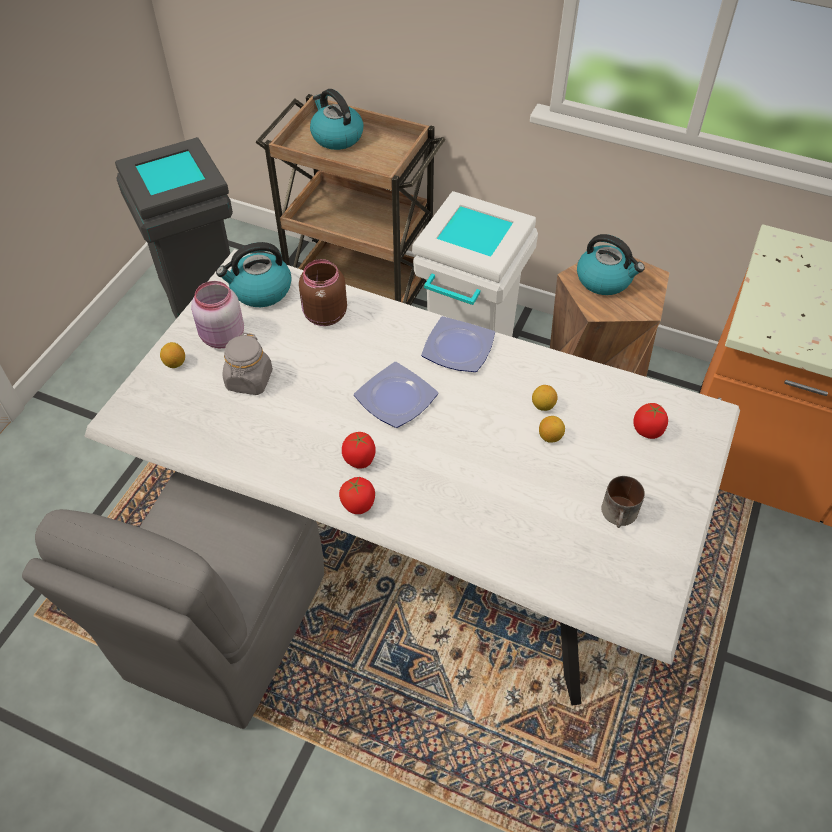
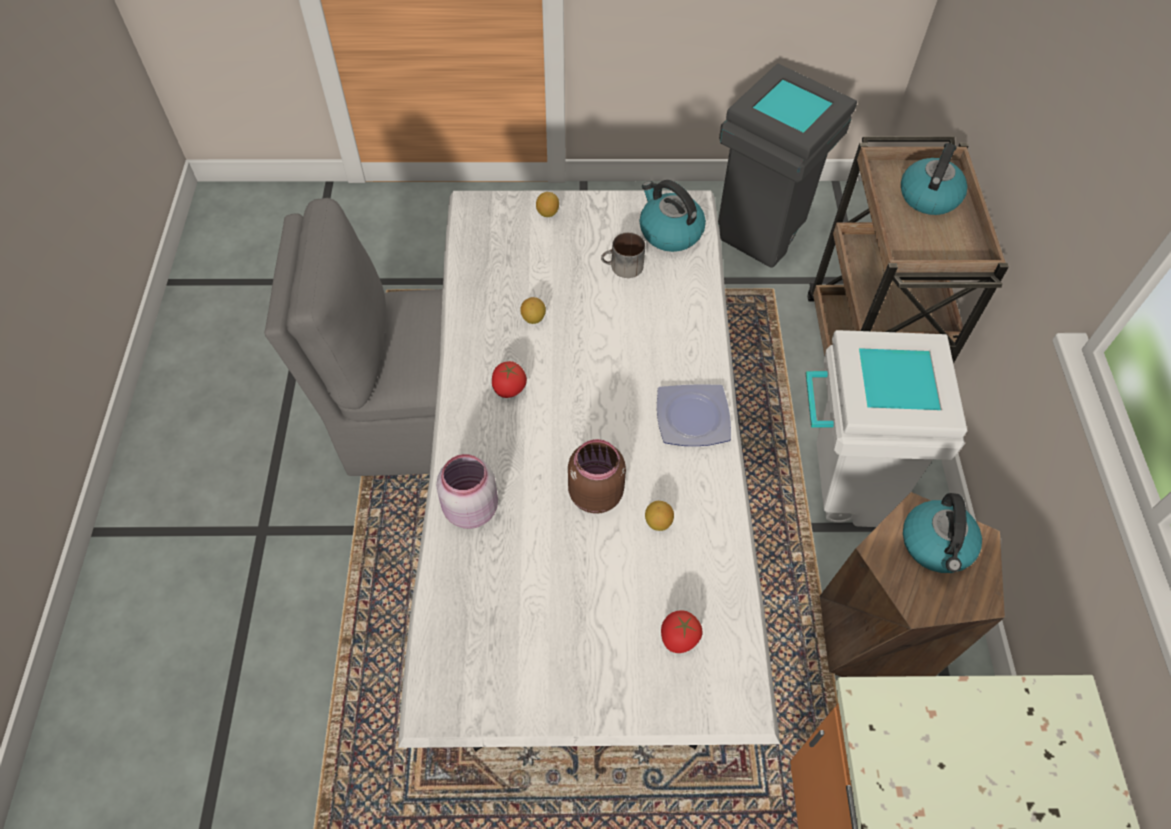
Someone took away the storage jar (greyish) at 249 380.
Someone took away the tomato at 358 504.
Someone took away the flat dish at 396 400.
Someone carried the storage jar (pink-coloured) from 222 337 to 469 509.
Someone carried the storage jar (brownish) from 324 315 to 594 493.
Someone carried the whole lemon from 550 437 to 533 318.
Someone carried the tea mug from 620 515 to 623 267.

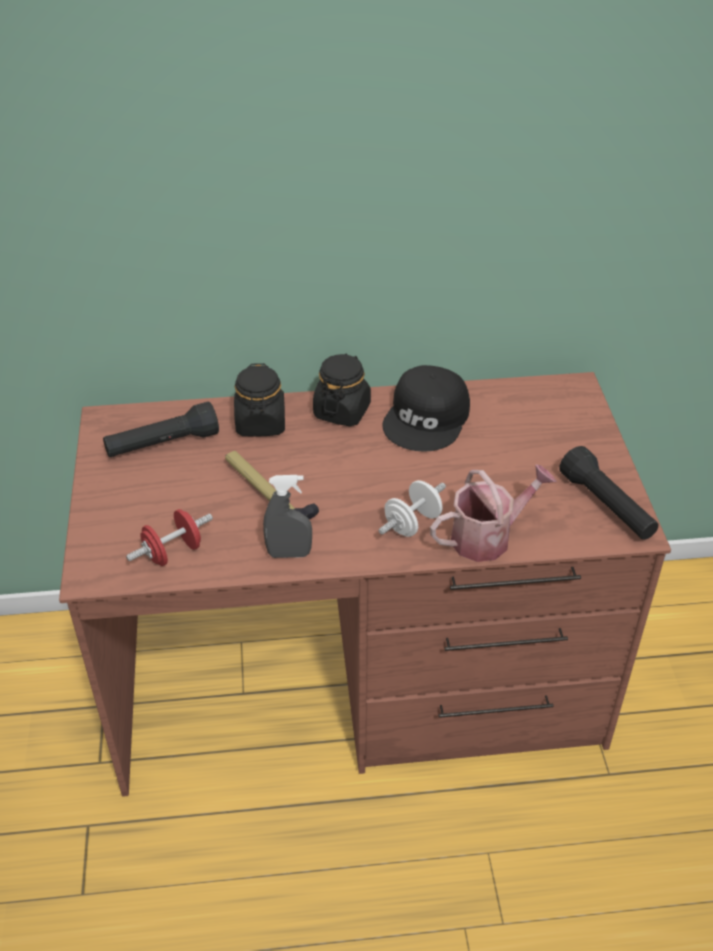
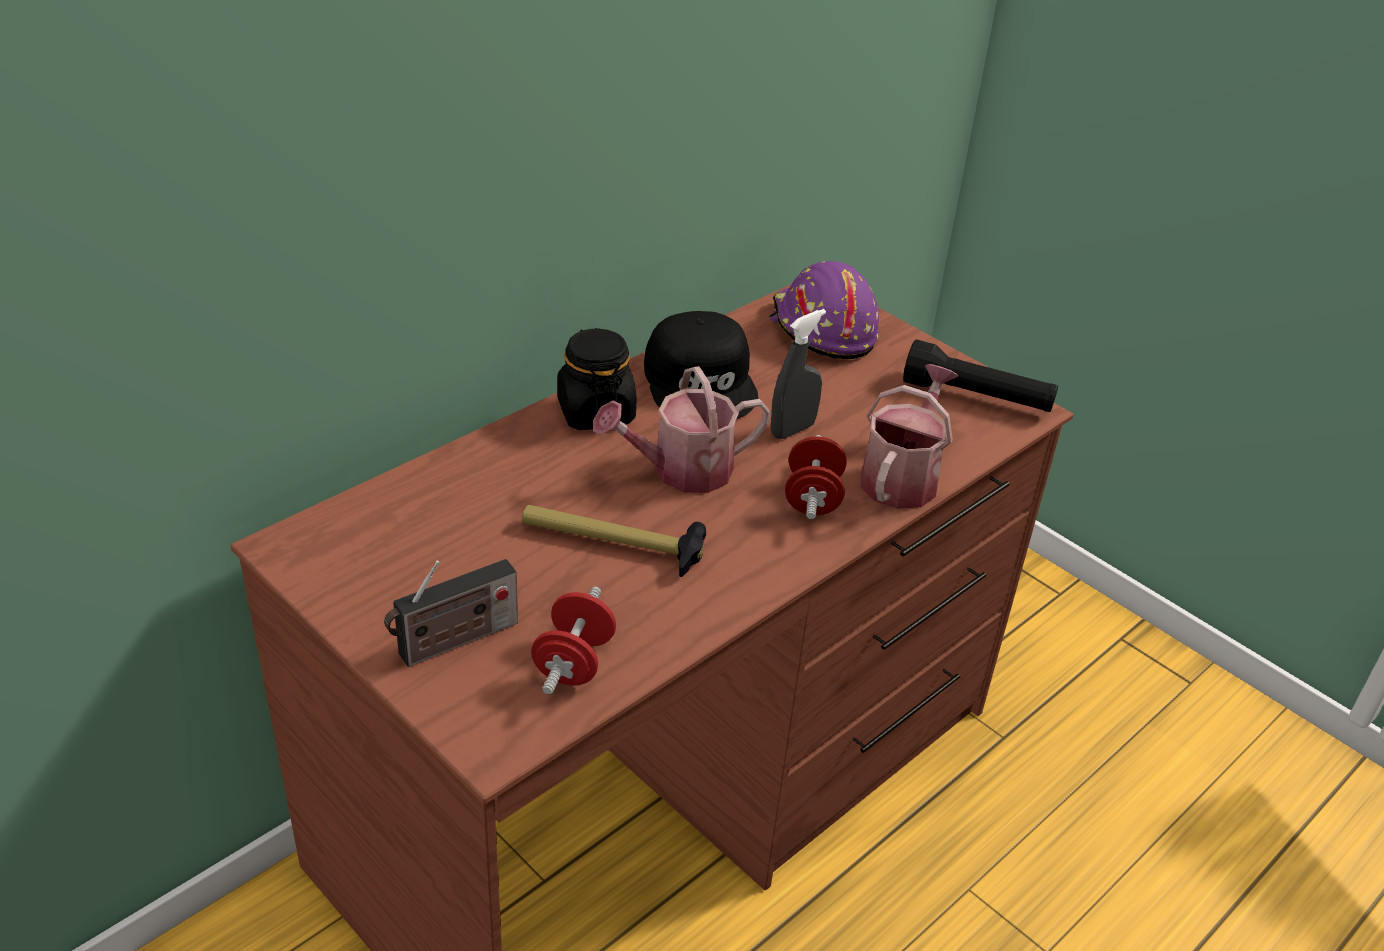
Someone took away the flashlight (blackish) at 162 444.
Someone took away the storage jar (blackish) at 261 423.
Someone put down the radio receiver at 454 642.
Someone put down the watering can at 681 471.
Someone put down the safety helmet (purple-coloured) at 821 329.
Someone carried the hand sprayer (greyish) from 289 554 to 792 430.
Someone repainted the free weight (whitish) at 412 523, which became the free weight (red) at 812 498.

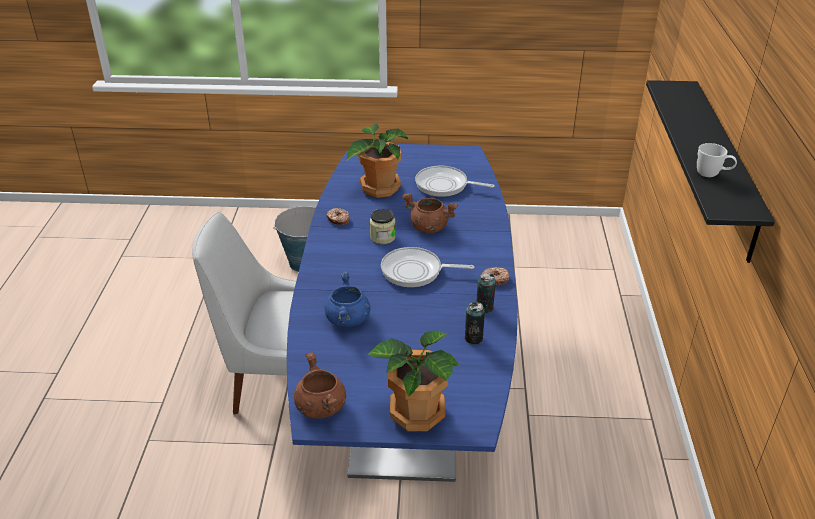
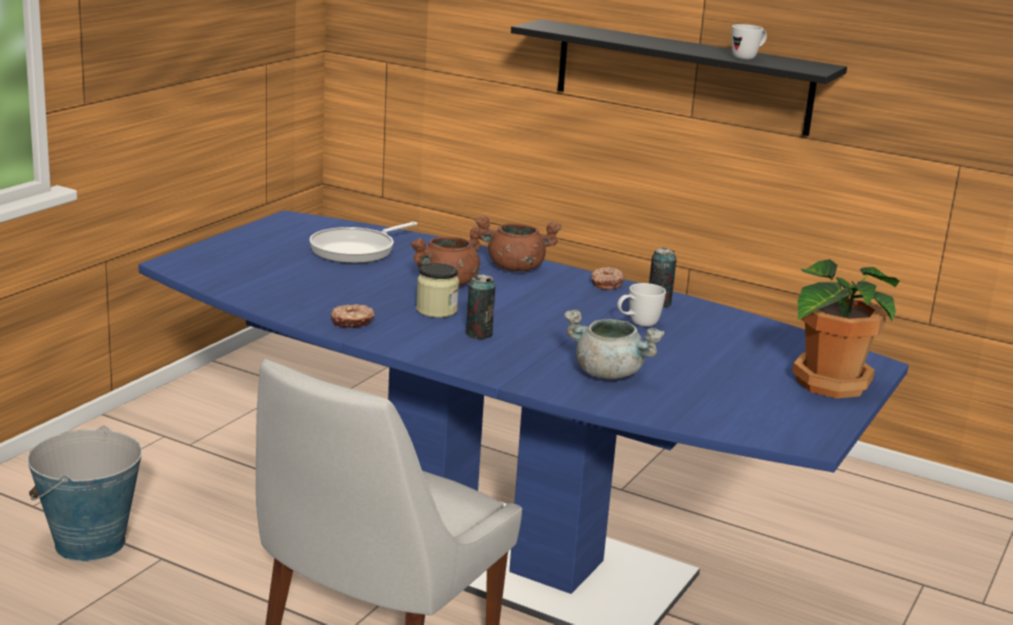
Someone took away the plant in a pot at 378 188.
Someone took away the pan at 415 271.
Someone put down the tea mug (whitish) at 637 324.
Someone carried the cooking pot (brownish) from 320 407 to 515 268.
Someone carried the metal can from 473 338 to 479 334.
Someone repainted the cooking pot (blue) at 348 319, which became the cooking pot (greyish) at 609 373.

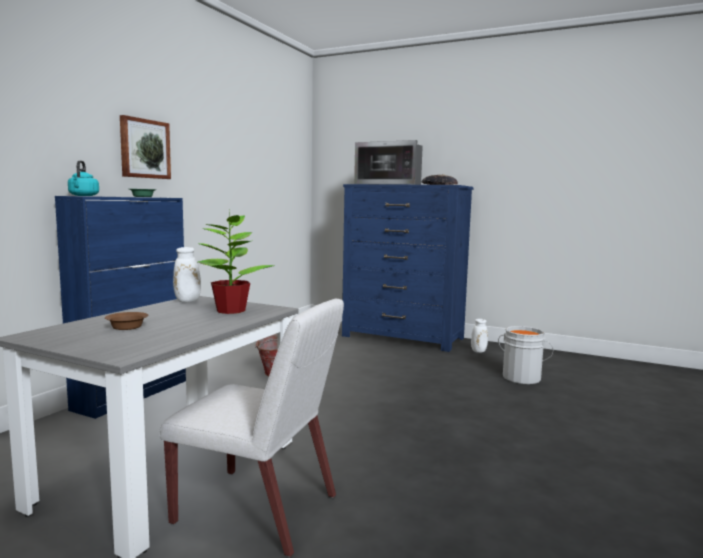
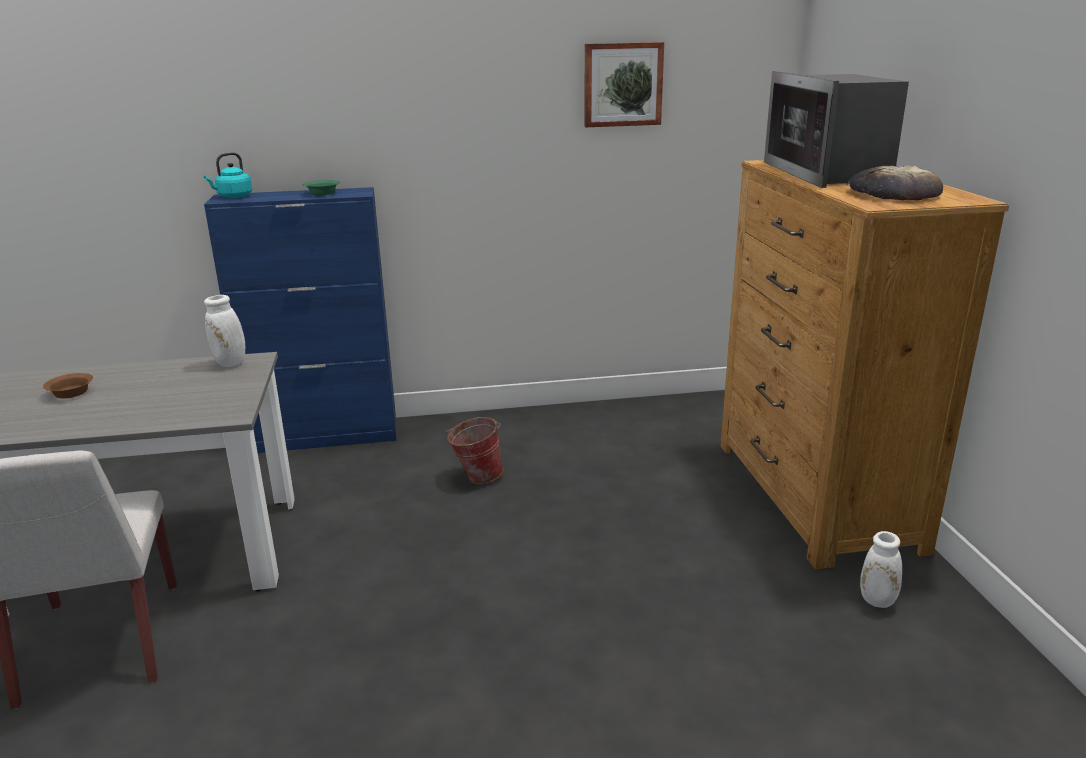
Someone took away the plant in a pot at 231 310.
Someone took away the water bucket (greyish) at 522 377.
Someone carried the wall art from 144 149 to 622 84.
Someone repainted the drawer chest (blue) at 403 337, which became the drawer chest (brownish) at 814 495.

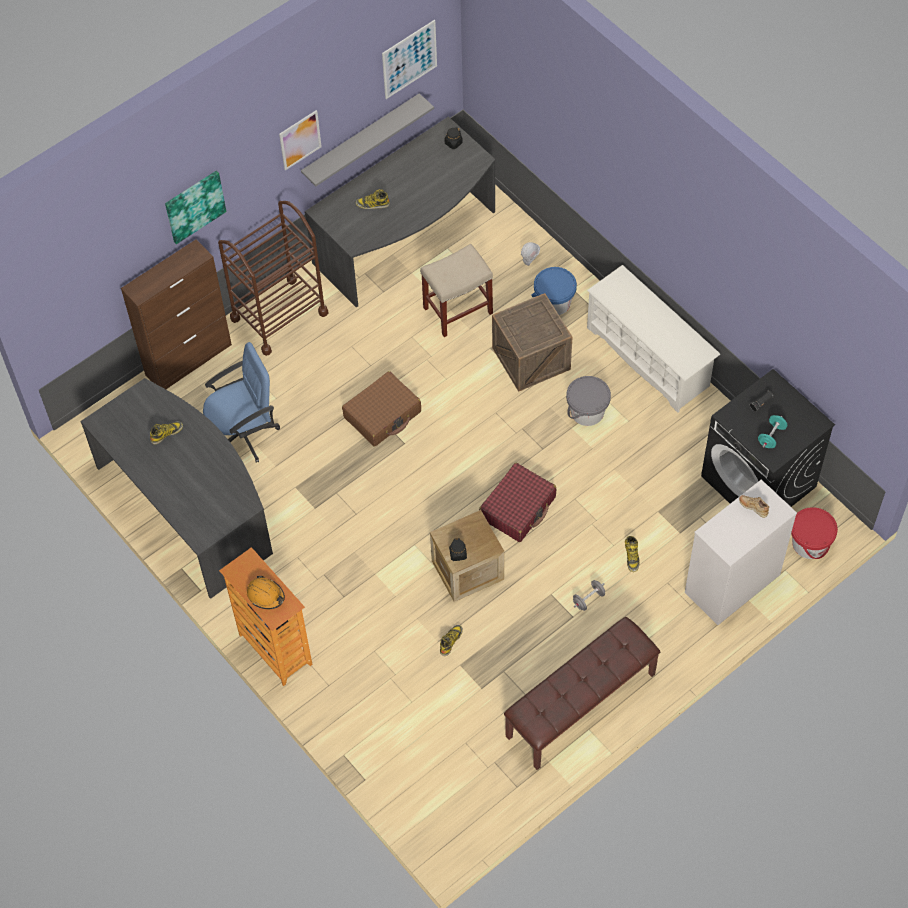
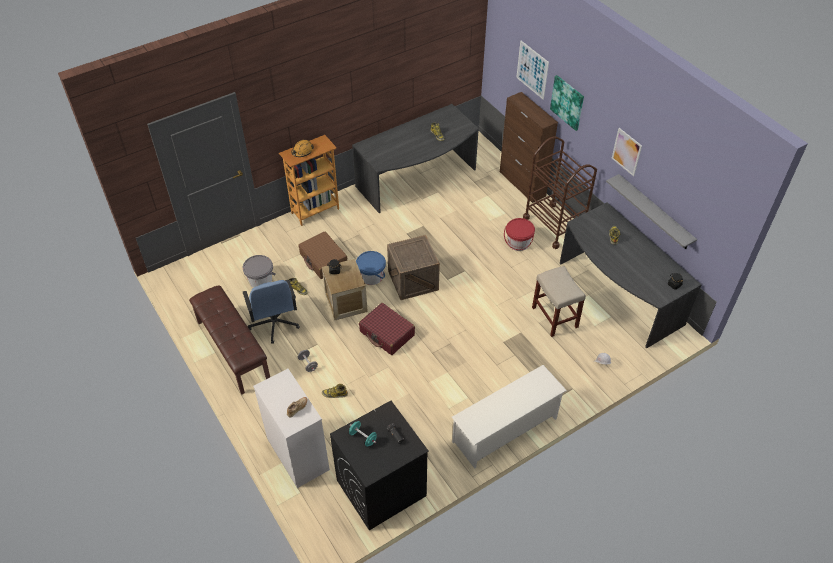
Someone carried the computer chair (blue) from 244 434 to 274 323.
Someone carried the piece of luggage (brownish) from 382 415 to 323 260.
Someone carried the wall art from 409 59 to 532 70.
Someone carried the shipping crate from 531 358 to 413 280.
Someone carried the water bucket (blue) from 554 302 to 371 276.
Someone carried the water bucket (greyish) from 587 411 to 260 280.
Someone carried the water bucket (red) from 809 543 to 518 243.

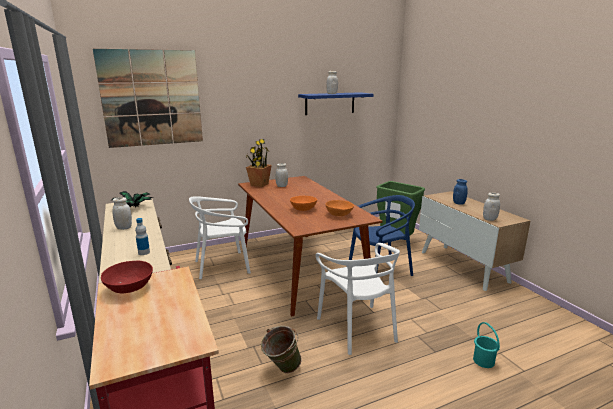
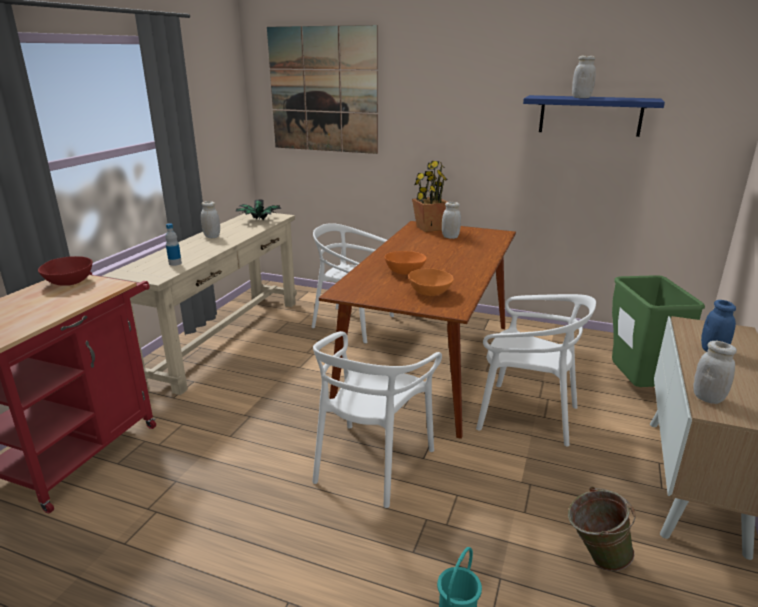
Someone carried the water bucket (green-coloured) from 281 369 to 594 557.
Someone repainted the plain chair (blue) at 380 271, which became the plain chair (whitish) at 526 415.

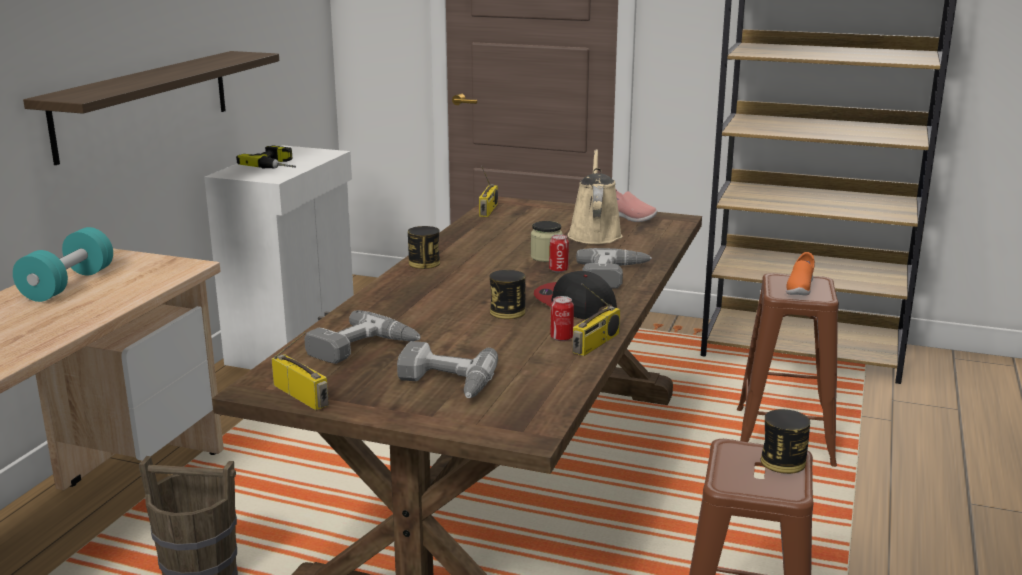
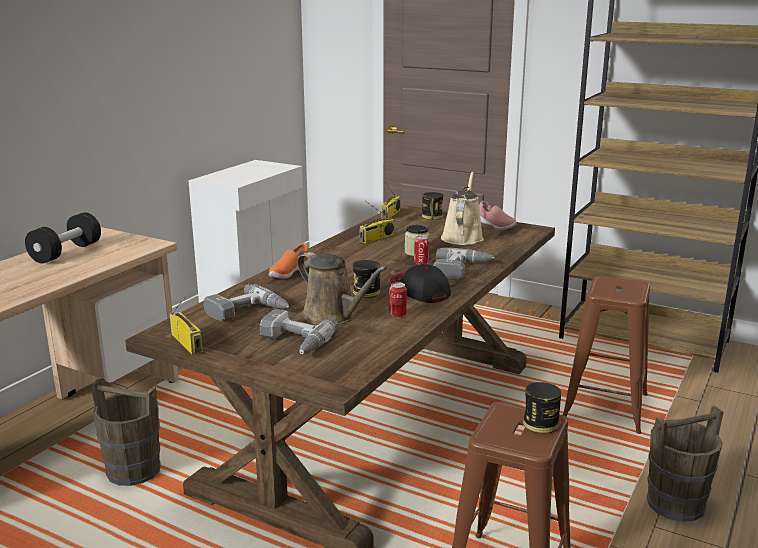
Someone took away the wall shelf at 144 103.
Someone took away the electric drill at 279 165.
Someone put down the watering can (brownish) at 333 316.
Someone put down the water bucket (brownish) at 676 503.
Someone carried the metal can from 424 263 to 432 216.
Someone carried the radio receiver from 596 344 to 377 238.
Someone carried the low shoe (orangey) from 799 289 to 289 273.
Someone repainted the free weight (turquoise-coloured) at 68 285, which became the free weight (blackish) at 66 252.

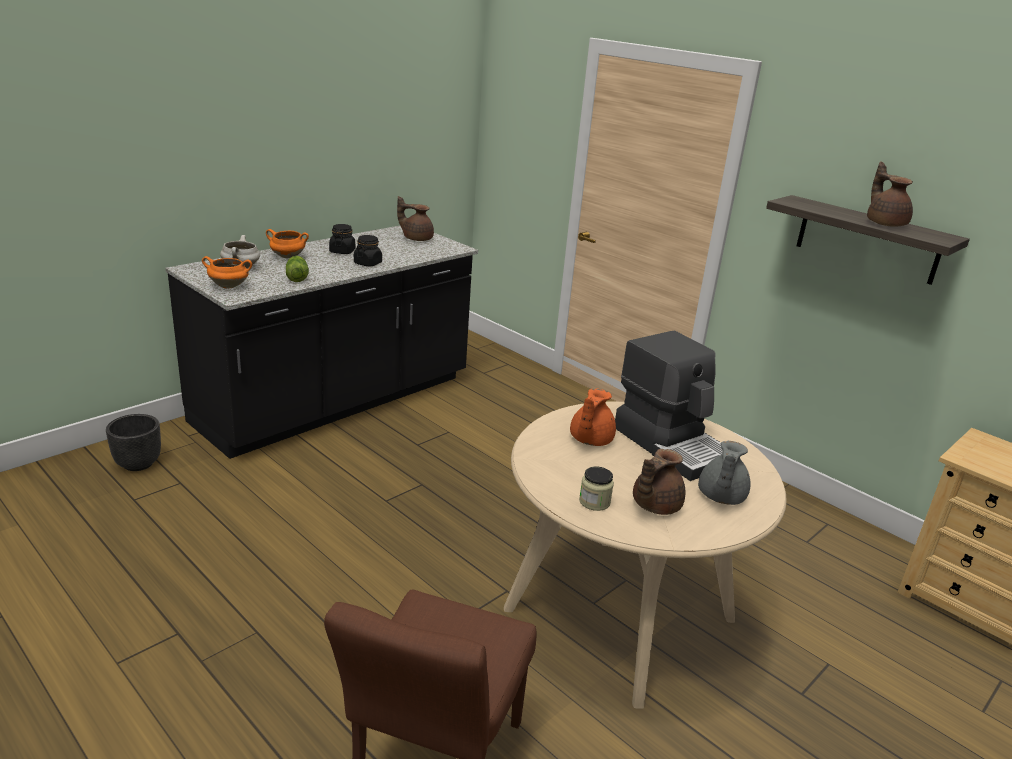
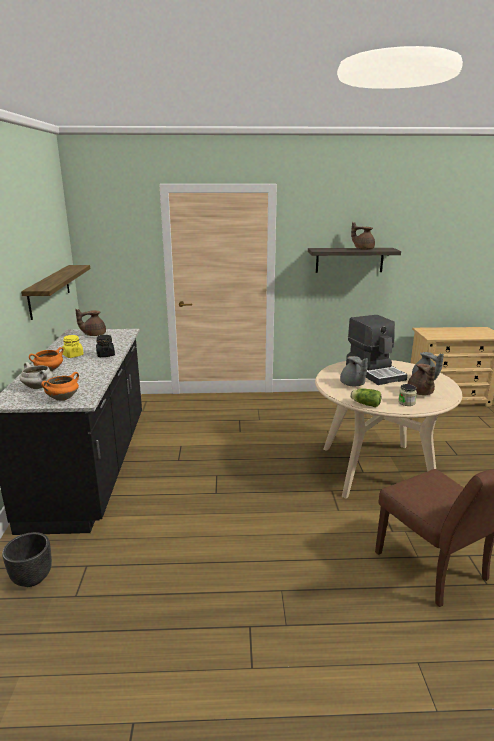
Someone put up the wall shelf at 49 290.
Someone carried the lettuce from 297 277 to 364 404.
Someone repainted the storage jar (blackish) at 342 251, which became the storage jar (yellowish) at 73 355.
Someone repainted the pot for tea (orangey) at 589 440, which became the pot for tea (greyish) at 353 384.
Someone rotated the coffee maker at 673 444 by 60 degrees clockwise.

